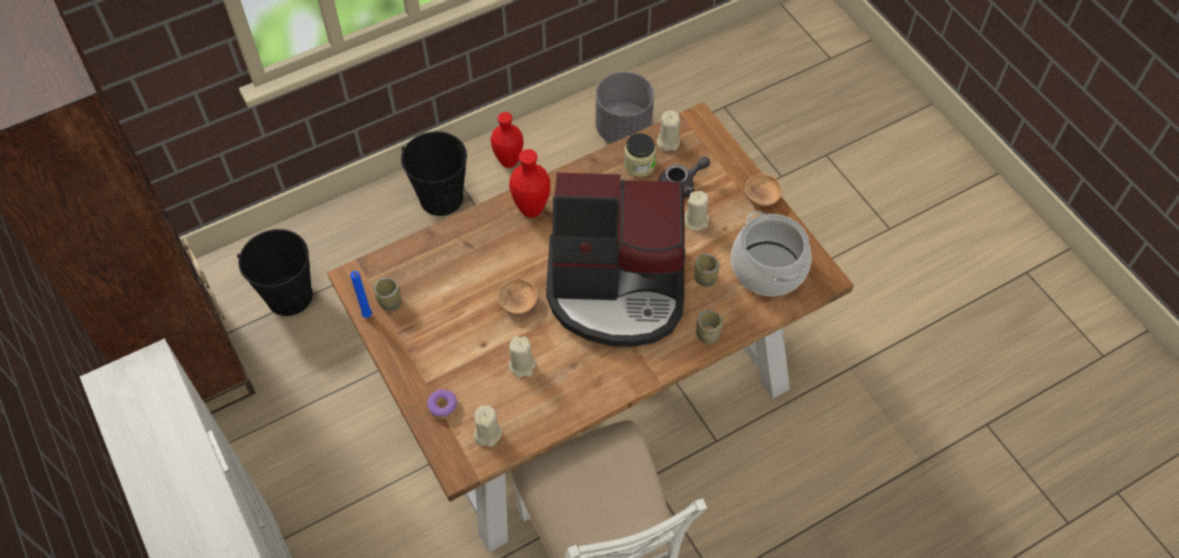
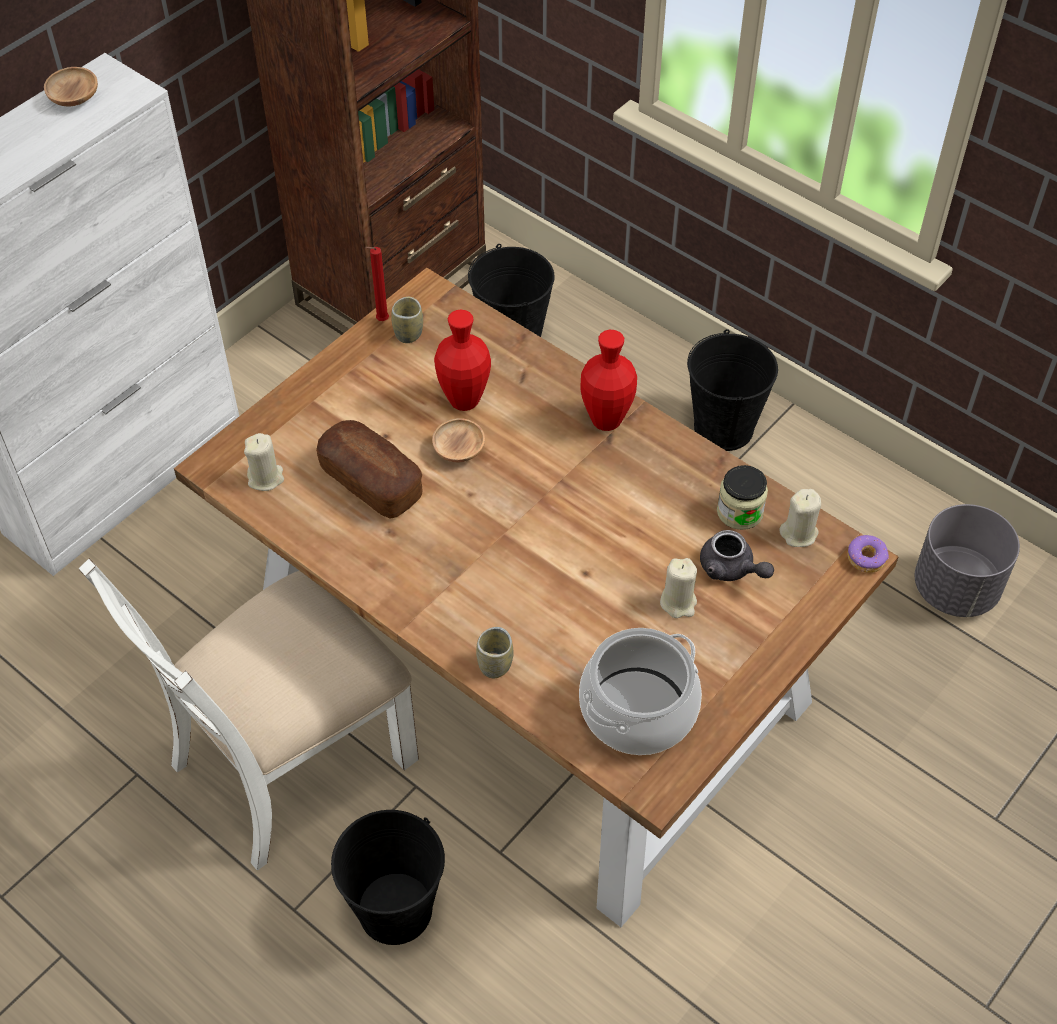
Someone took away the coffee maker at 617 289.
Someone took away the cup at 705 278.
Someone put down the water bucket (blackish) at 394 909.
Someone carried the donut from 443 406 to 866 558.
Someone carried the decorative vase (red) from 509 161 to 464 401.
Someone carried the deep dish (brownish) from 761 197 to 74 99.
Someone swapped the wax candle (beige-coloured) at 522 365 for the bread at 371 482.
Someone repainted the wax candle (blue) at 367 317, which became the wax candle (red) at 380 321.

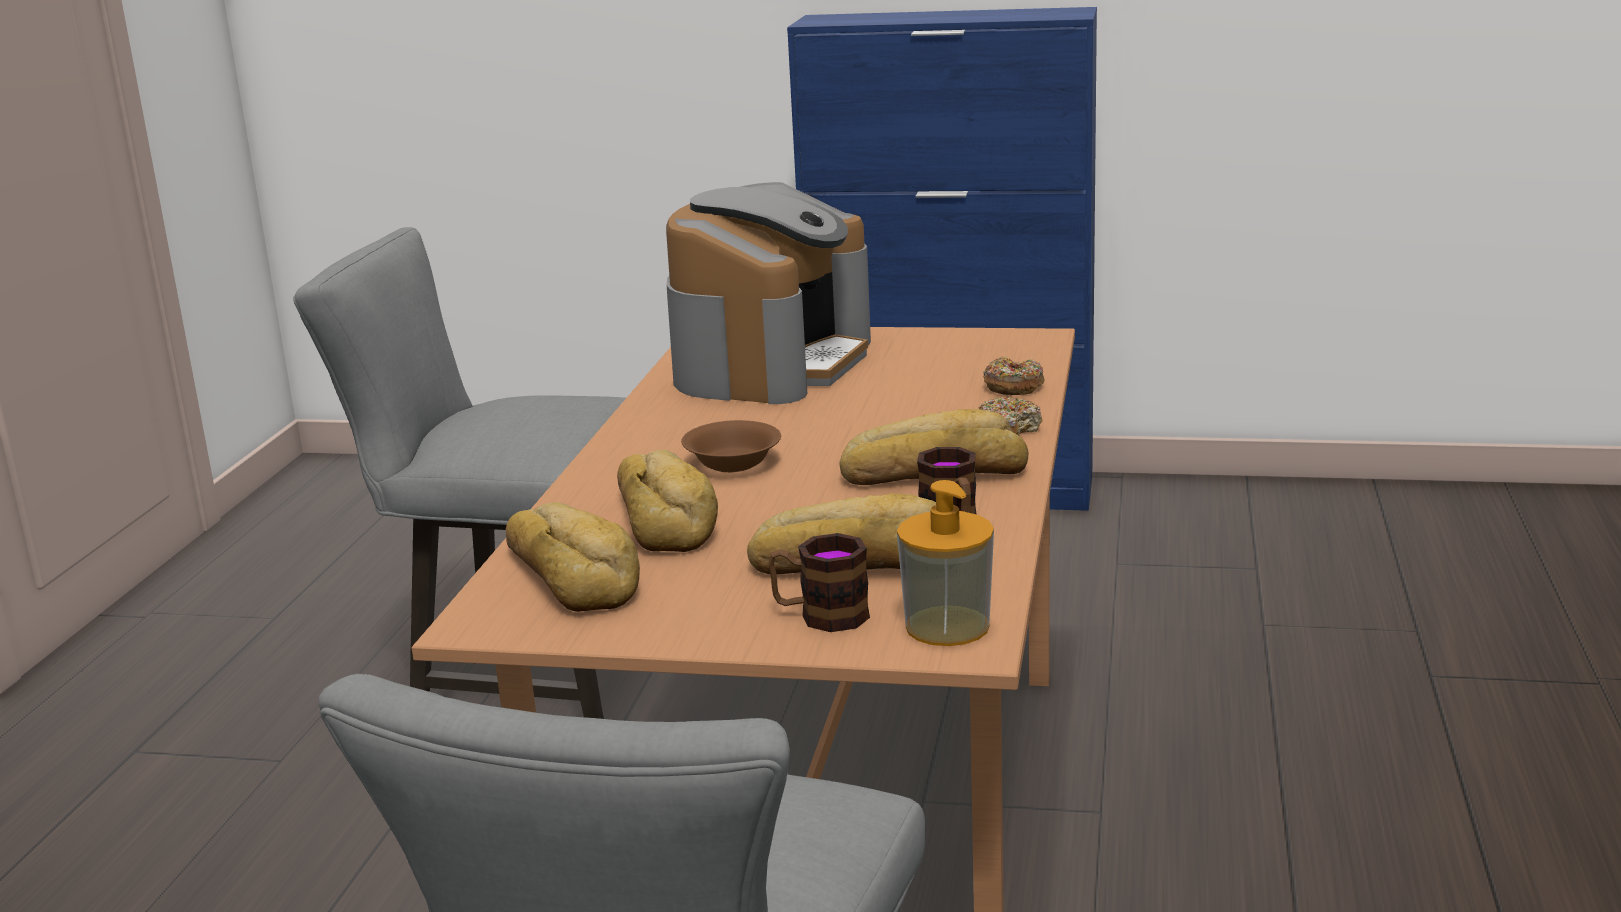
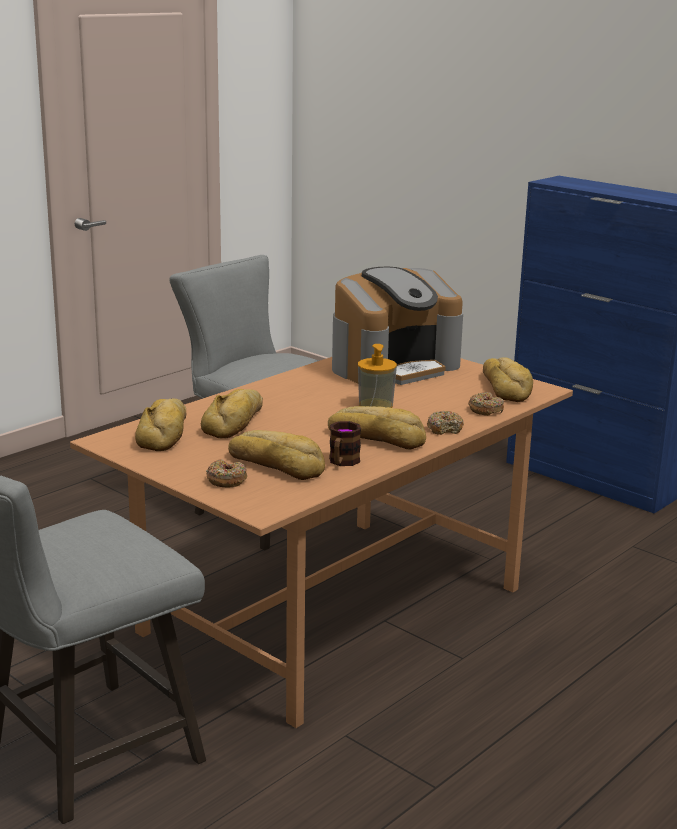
Someone took away the deep dish (brownish) at 732 463.
Someone put down the bread at 506 387.
Someone carried the liquid soap bottle from 947 626 to 375 405.
Someone swapped the tea mug at 820 616 for the donut at 226 480.

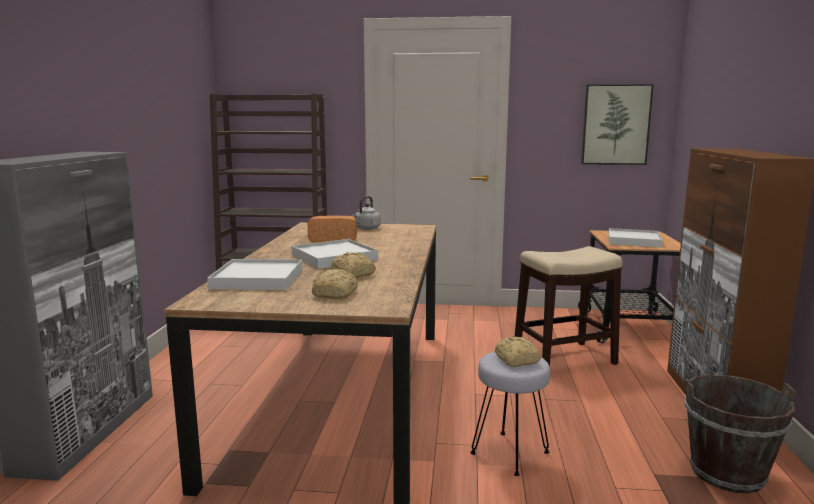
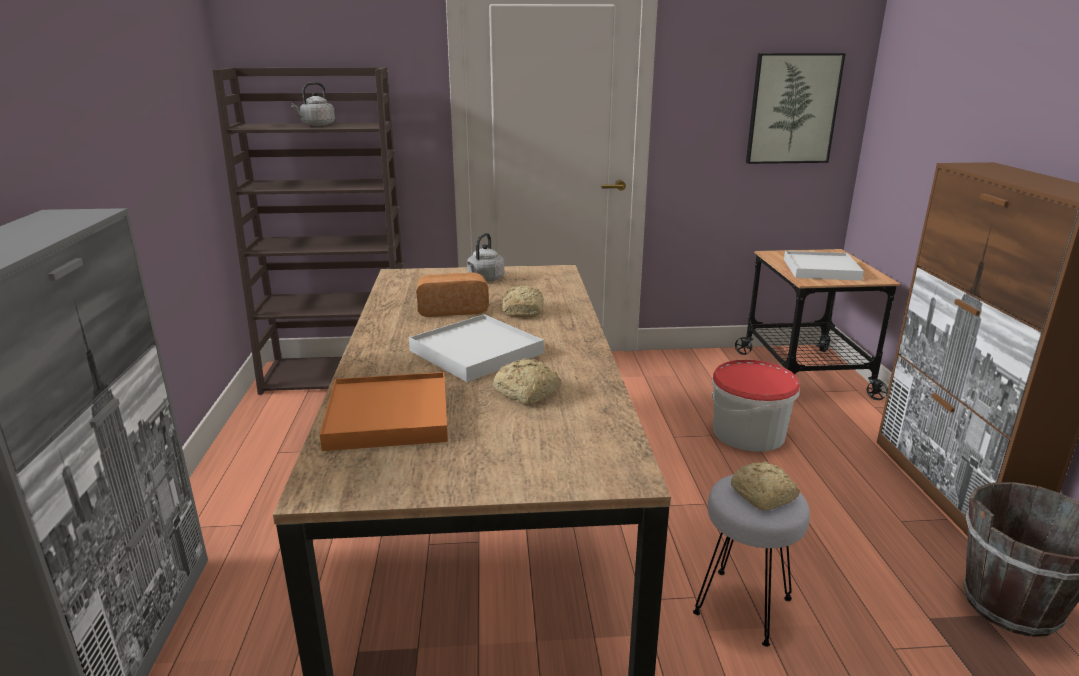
Someone put down the water kettle (greyish) at 316 125.
Someone carried the bread from 336 293 to 523 311.
Someone swapped the sitting stool at 565 358 for the water bucket at 748 432.
Someone repainted the tray (whitish) at 257 279, which became the tray (orangey) at 388 416.

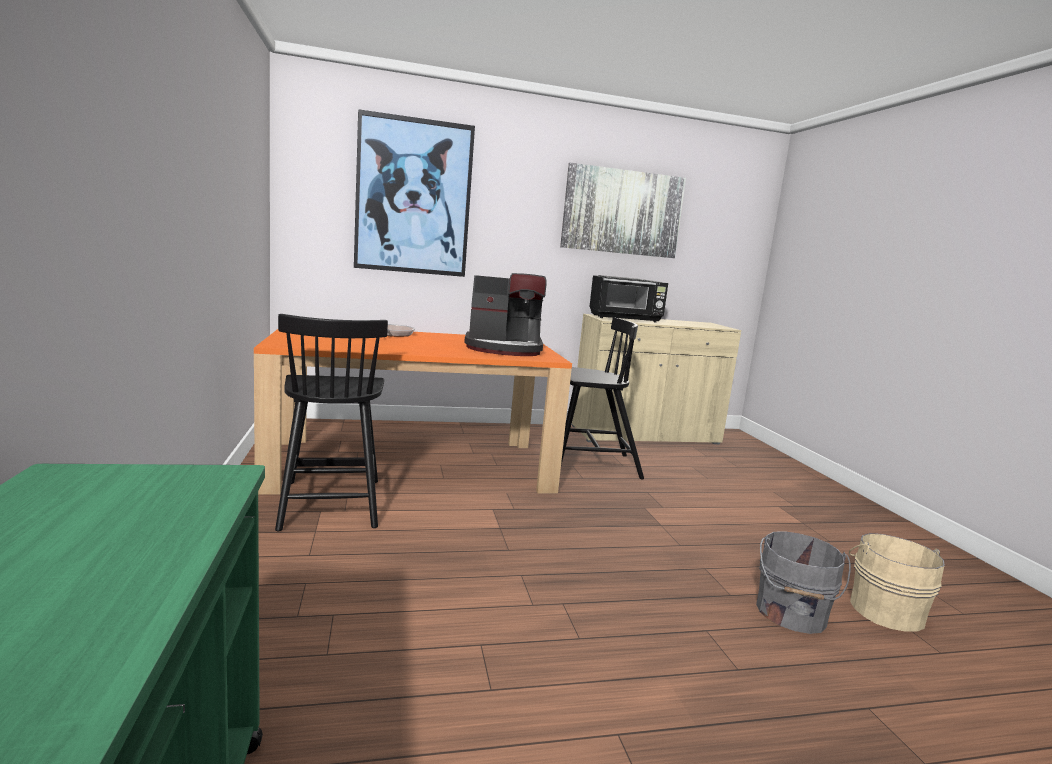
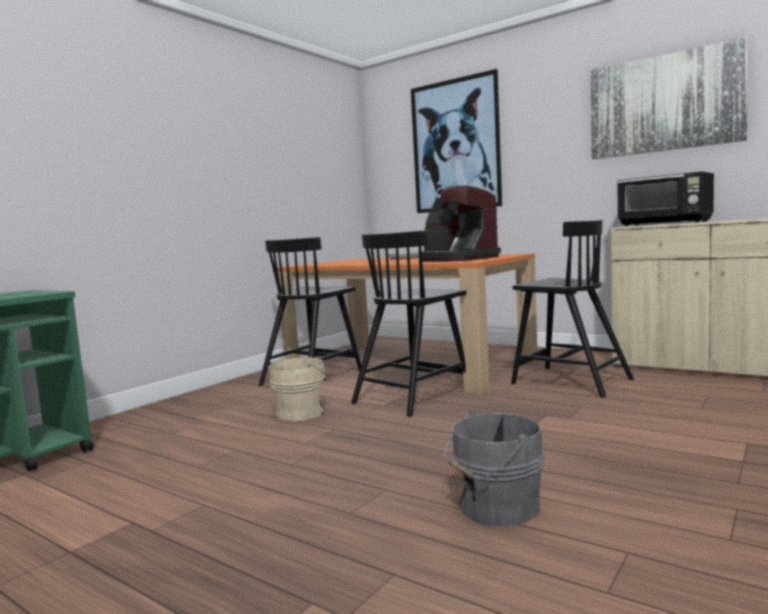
Someone put down the plain chair (blackish) at 414 396.
Someone carried the water bucket (beige-coloured) from 884 610 to 302 412.

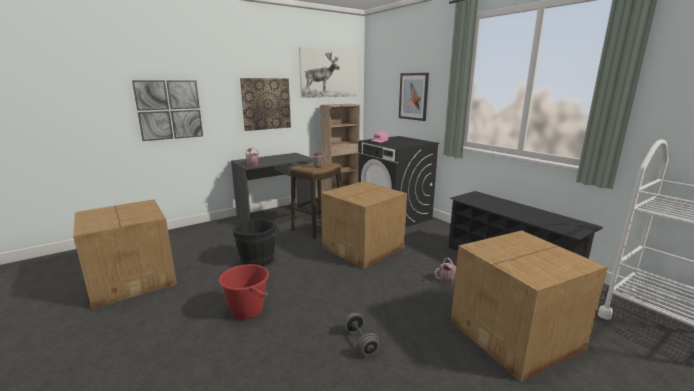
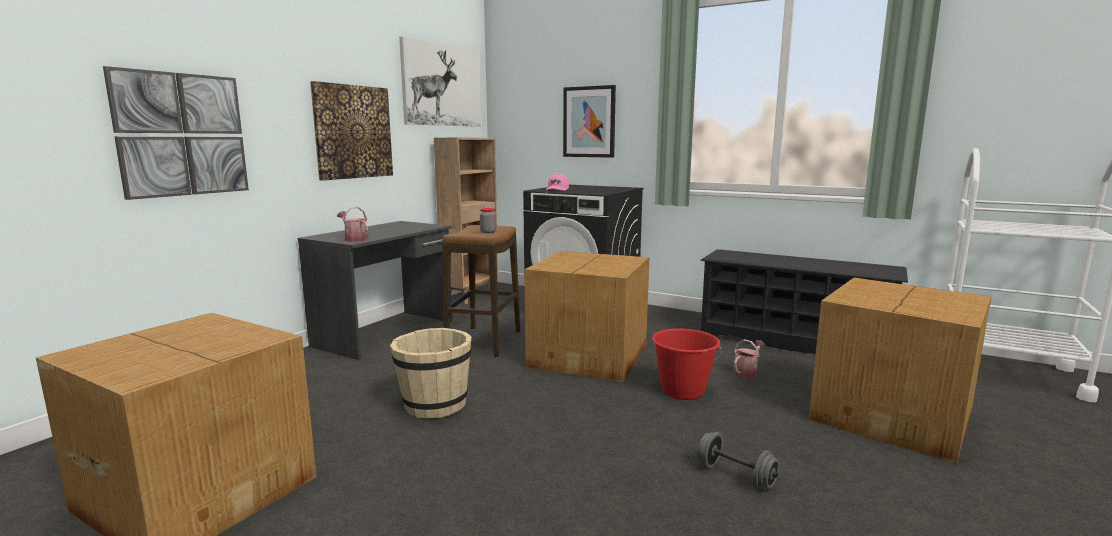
Someone carried the water bucket (red) from 247 310 to 682 391.
Someone repainted the water bucket (blackish) at 257 260, which became the water bucket (beige-coloured) at 434 405.

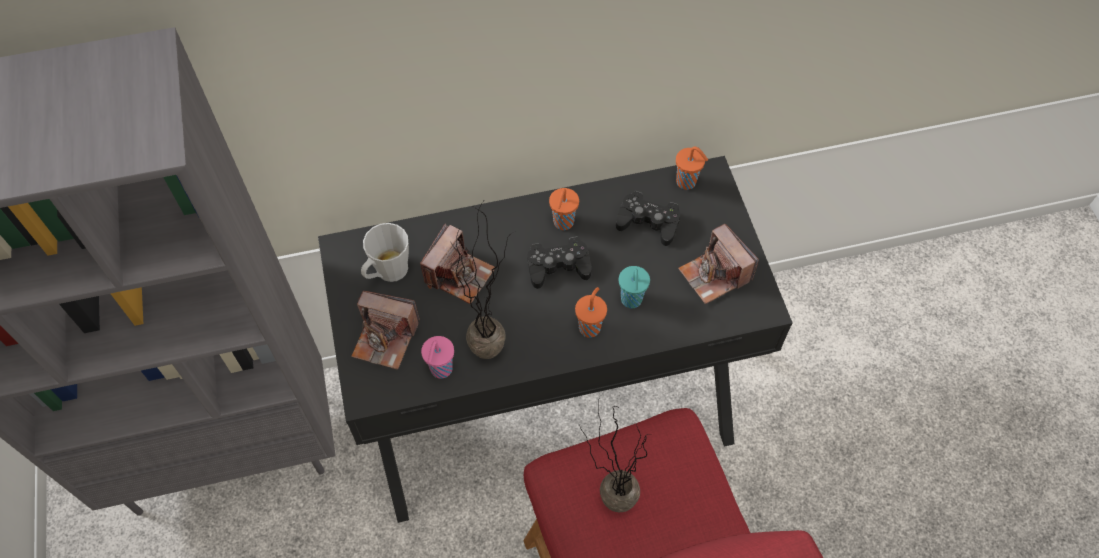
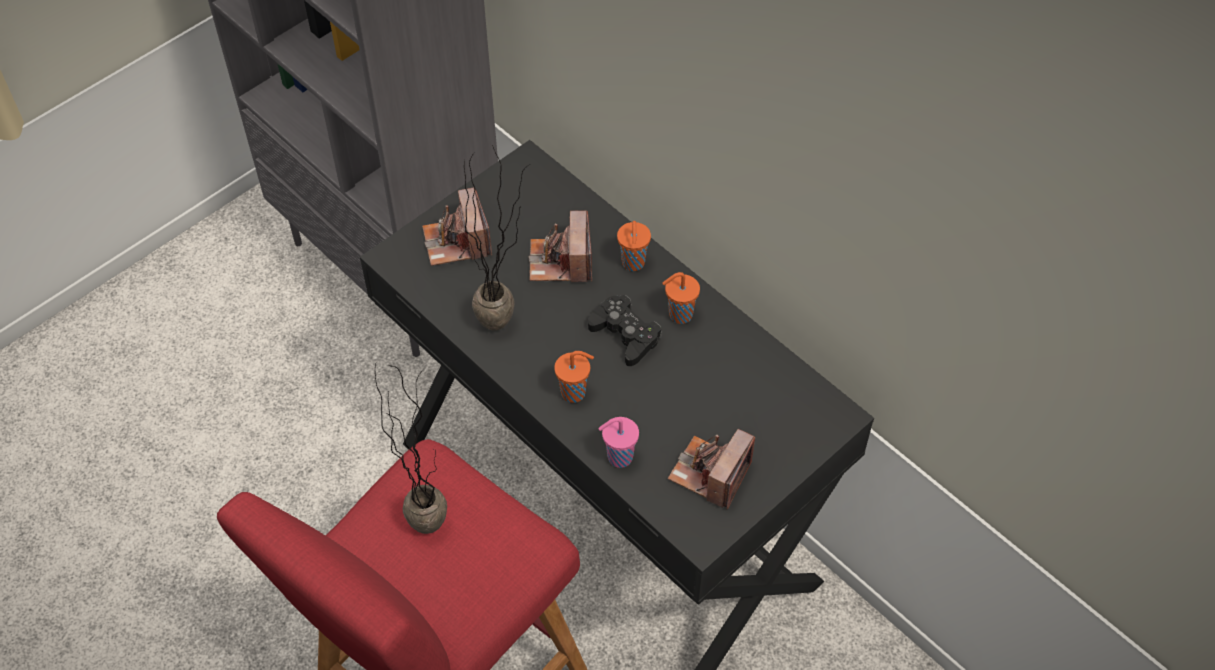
Someone took away the tea mug (greyish) at 387 272.
Someone took away the gamepad (blackish) at 648 222.
Someone took away the cup (turquoise-coloured) at 631 301.
Someone carried the cup (pink-coloured) from 440 370 to 618 457.
Someone carried the cup (orangey) from 687 182 to 633 264.
Someone rotated the still camera at 459 274 by 90 degrees clockwise.

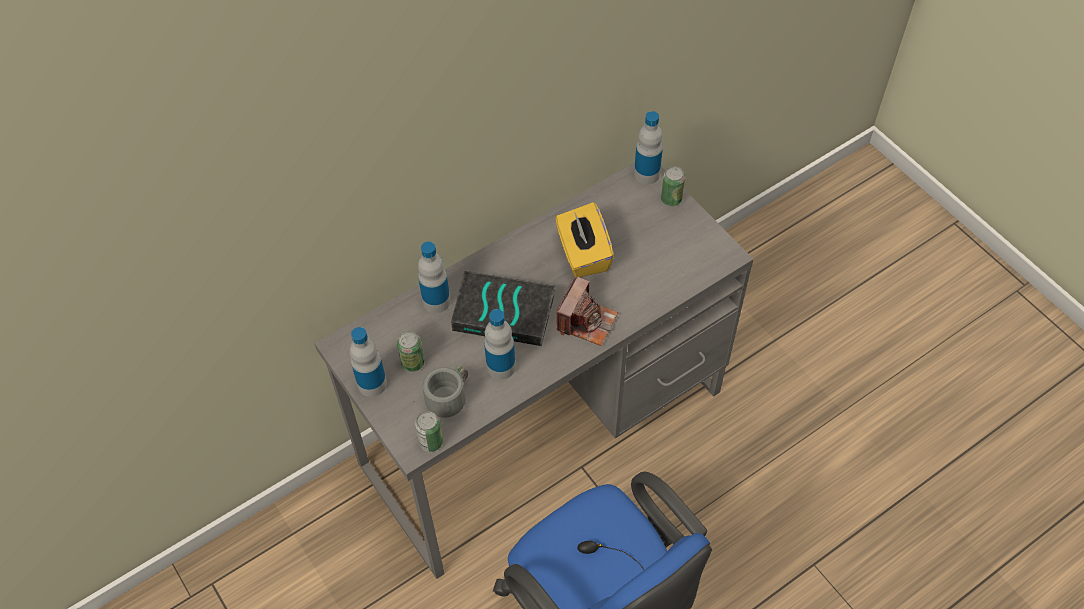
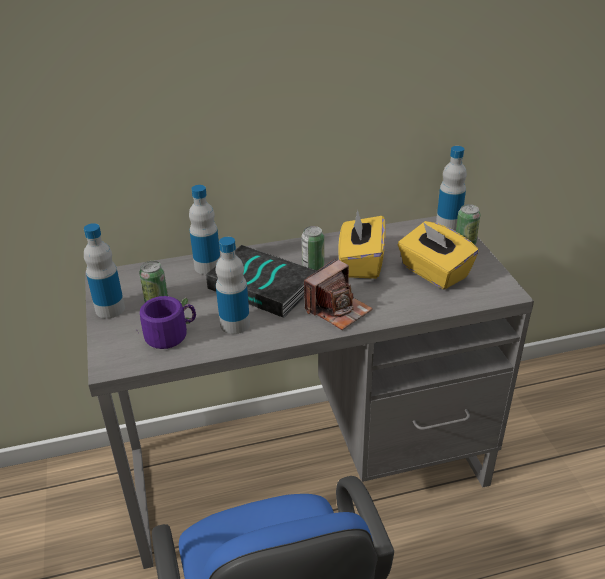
Someone put down the tissue holder (yellowish) at 434 272.
Someone carried the metal can from 431 442 to 313 266.
Someone repainted the tea mug (greyish) at 447 396, which became the tea mug (purple-coloured) at 170 334.

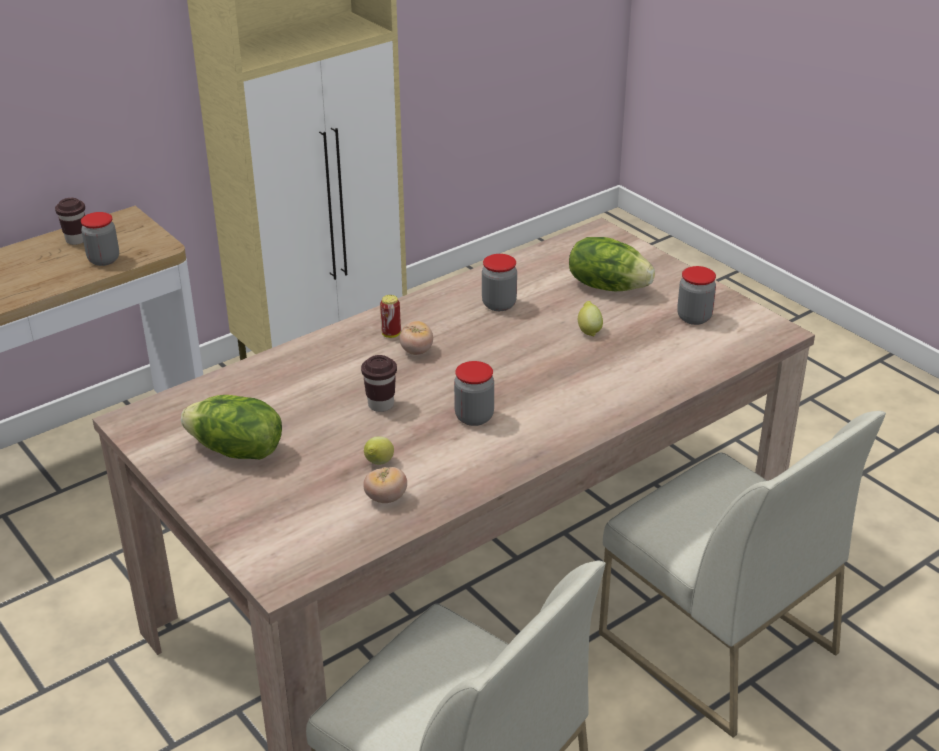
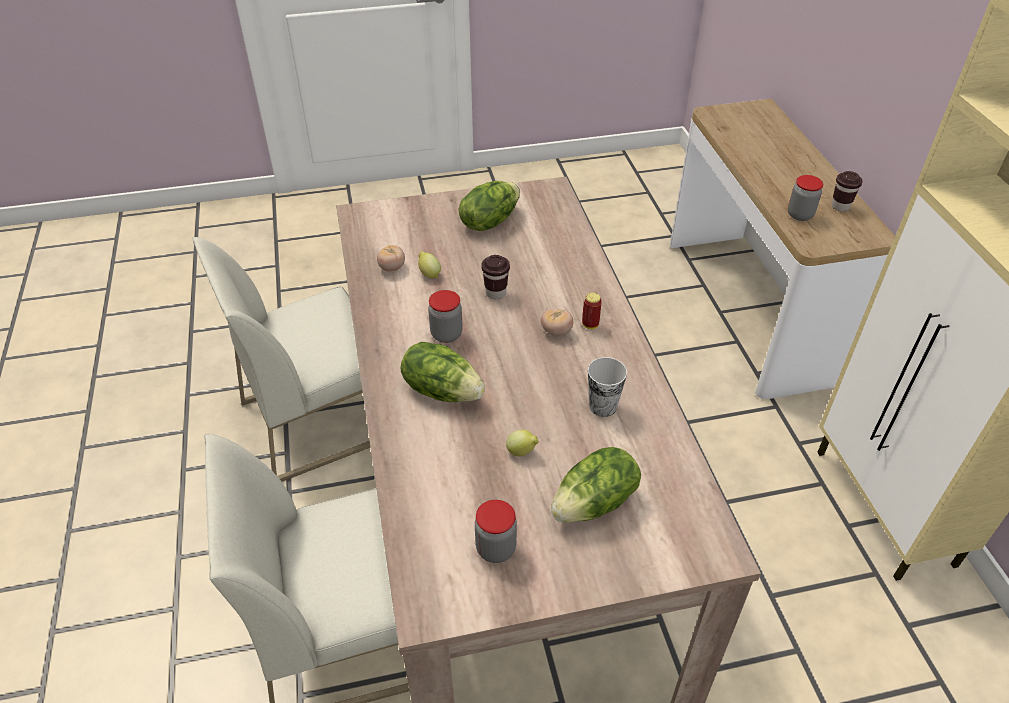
Someone put down the lettuce at 442 390.
Someone swapped the storage jar at 499 304 for the cup at 603 406.

